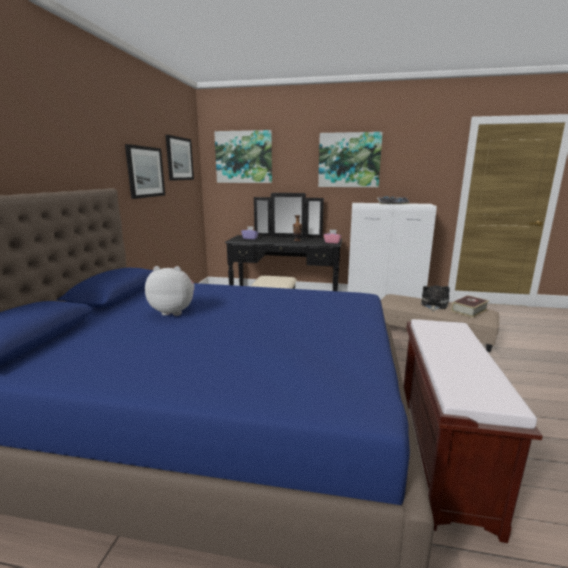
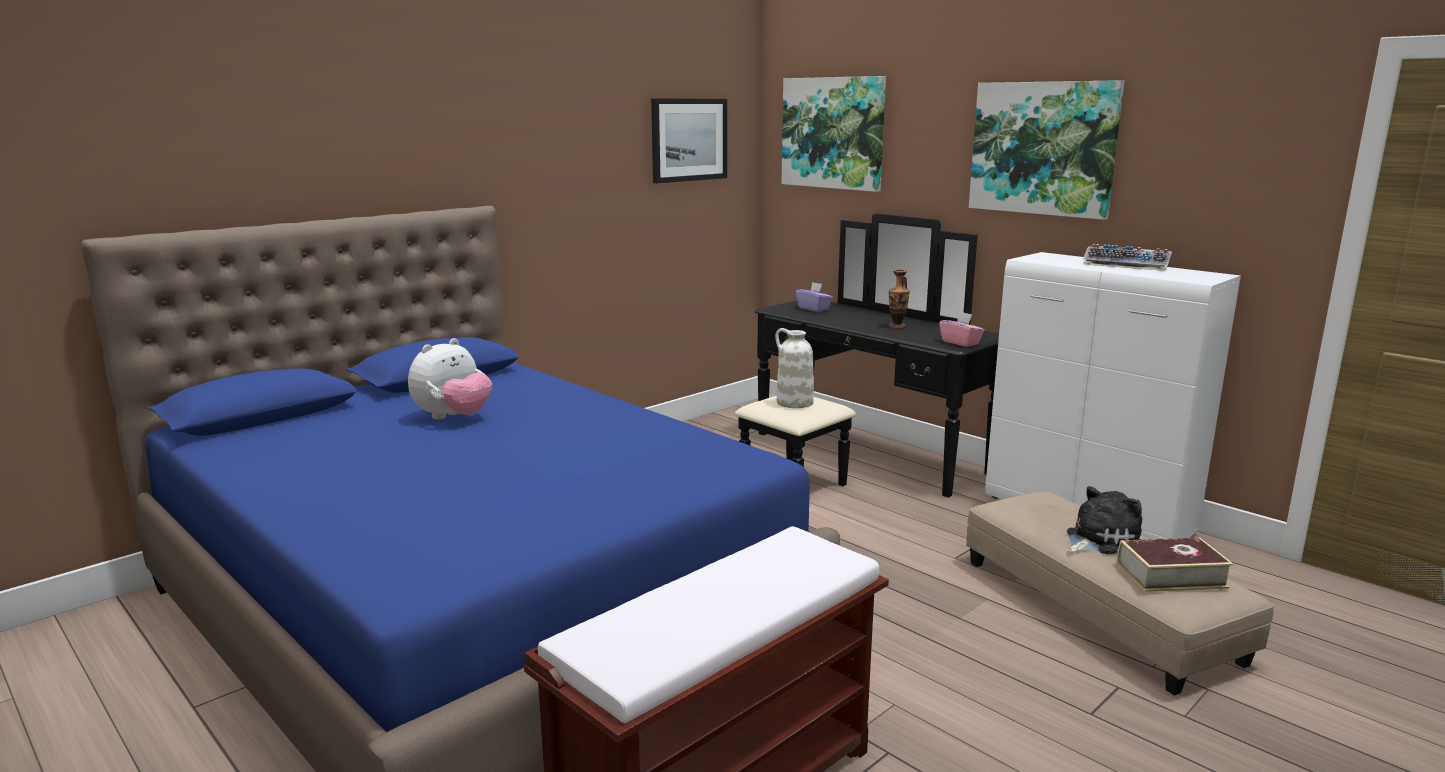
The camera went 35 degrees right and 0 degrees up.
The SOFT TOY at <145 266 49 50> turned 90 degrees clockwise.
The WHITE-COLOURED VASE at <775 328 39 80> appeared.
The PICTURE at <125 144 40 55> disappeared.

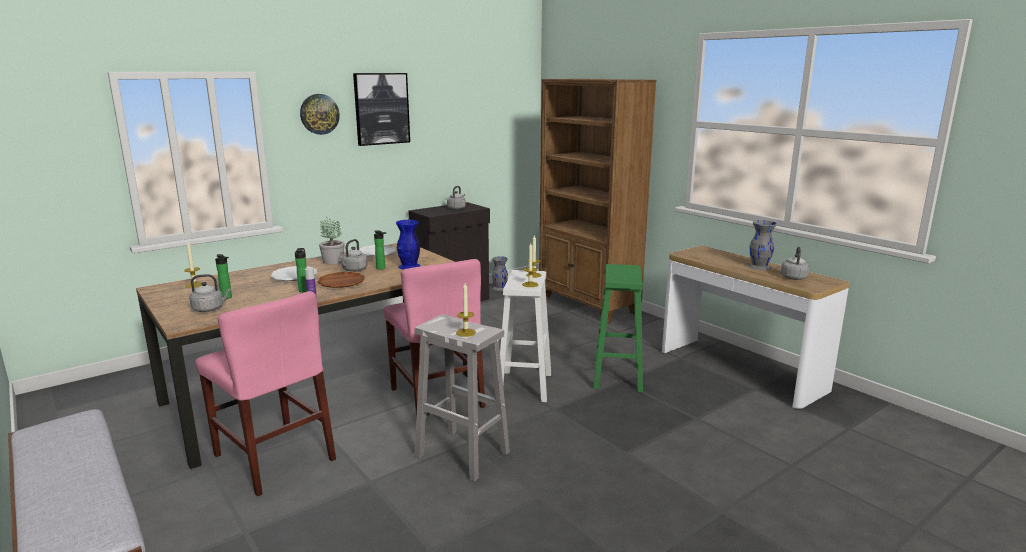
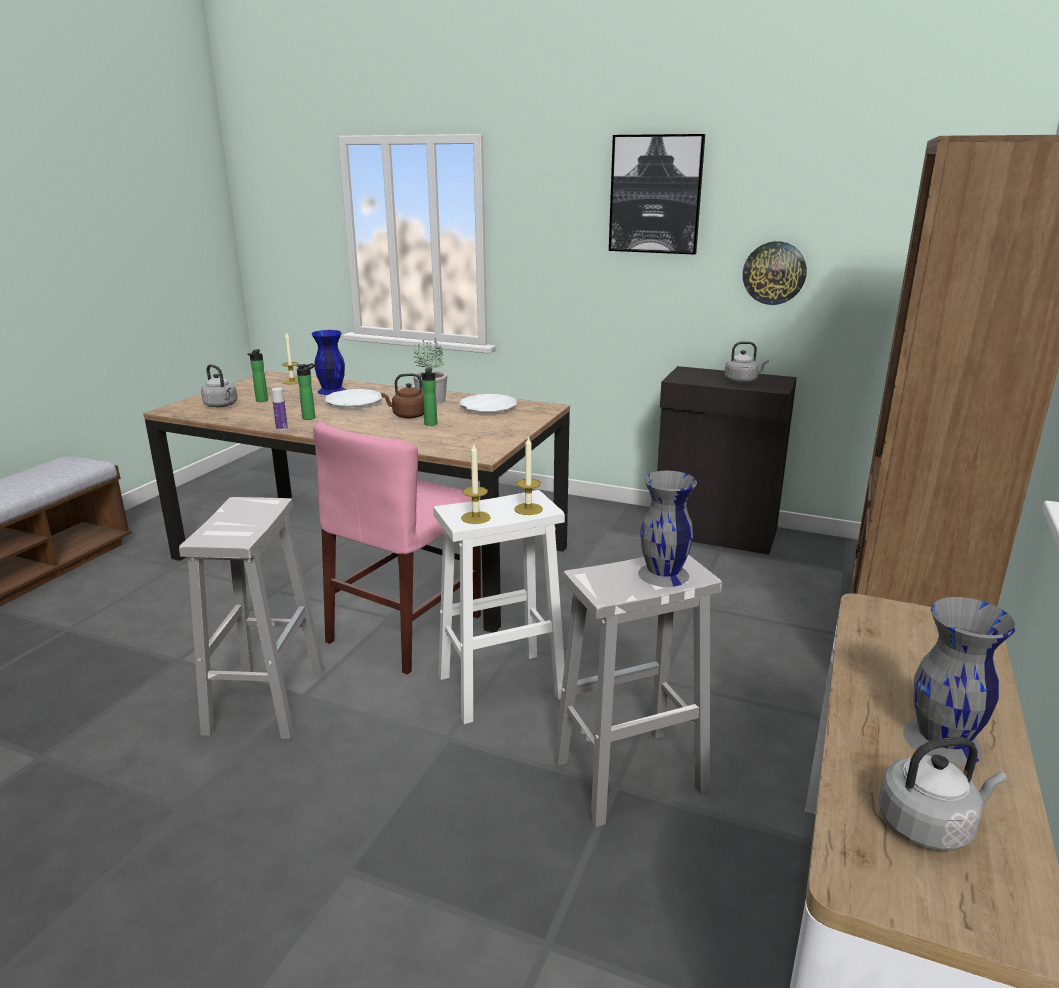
The camera went 60 degrees right and 5 degrees up.
The BLUISH VASE moved from <396 220 25 50> to <311 330 36 65>.
The GREY KETTLE at <339 239 29 33> became the BROWNISH KETTLE at <382 373 42 45>.
The GREEN STOOL SEAT at <593 264 50 128> became the WHITE-COLOURED STOOL SEAT at <554 555 168 272>.
The GREY VASE moved from <492 256 16 35> to <638 471 59 116>.
The WALL CLOCK moved from <300 94 40 41> to <743 241 64 64>.
The PINK PLAIN CHAIR at <195 291 141 205> disappeared.
The BROWNISH FLAT DISH at <318 272 47 16> disappeared.
The CANDLE at <456 283 20 54> disappeared.

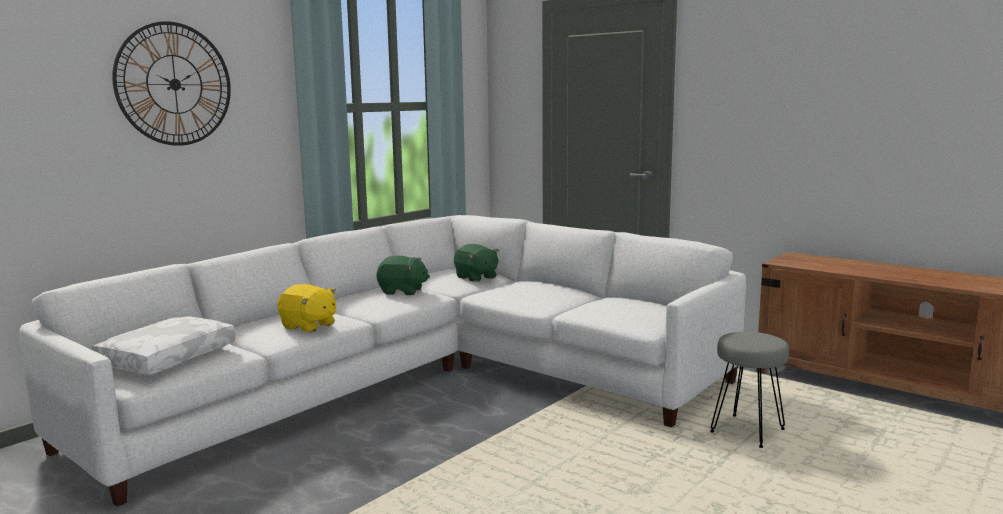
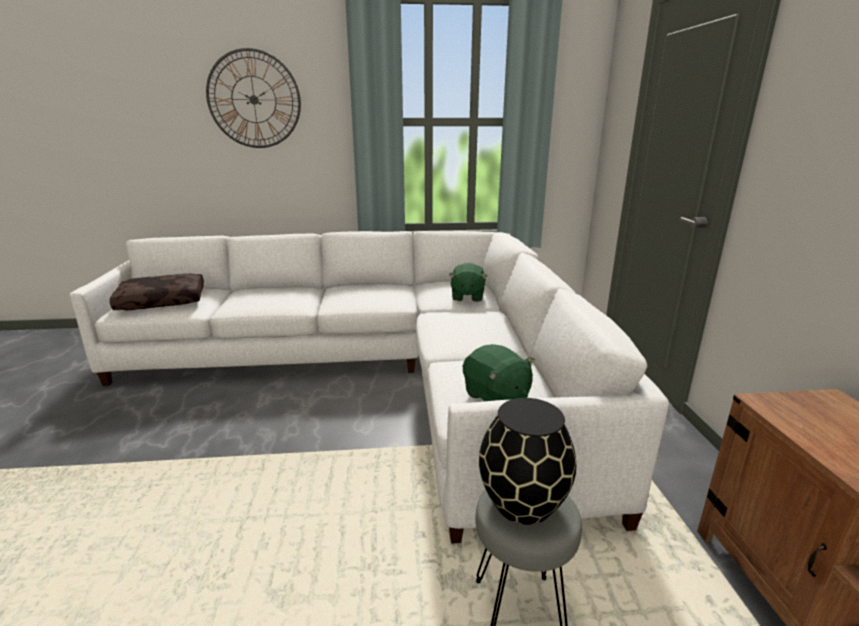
The camera went 45 degrees right and 10 degrees up.
The WHITE-COLOURED PILLOW at <92 316 144 58> became the BROWNISH PILLOW at <110 274 94 36>.
The GREEN SOFT TOY moved from <376 256 54 39> to <463 344 72 57>.
The BLACKISH VASE at <479 398 97 127> appeared.
The YELLOW-COLOURED SOFT TOY at <277 284 59 48> disappeared.

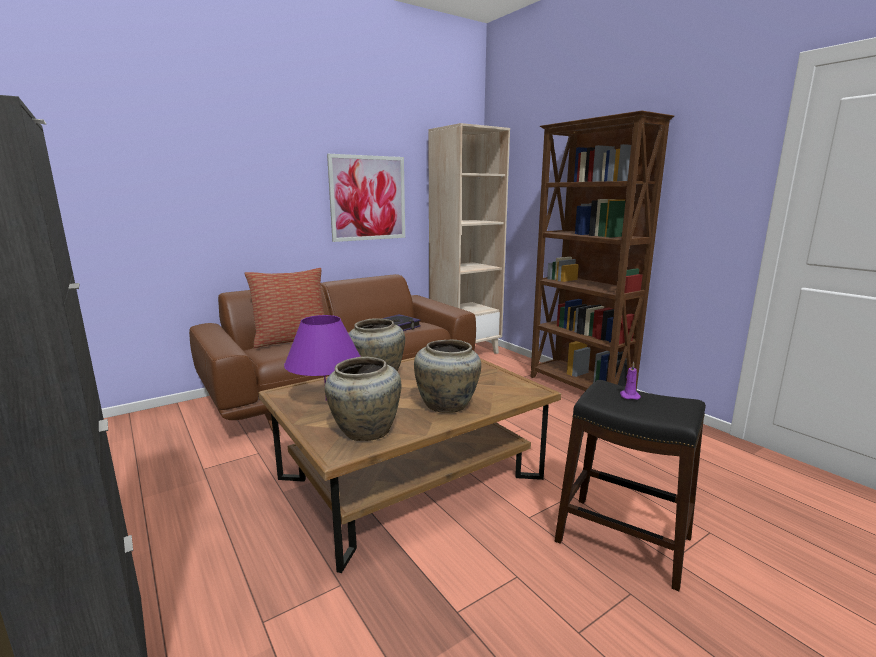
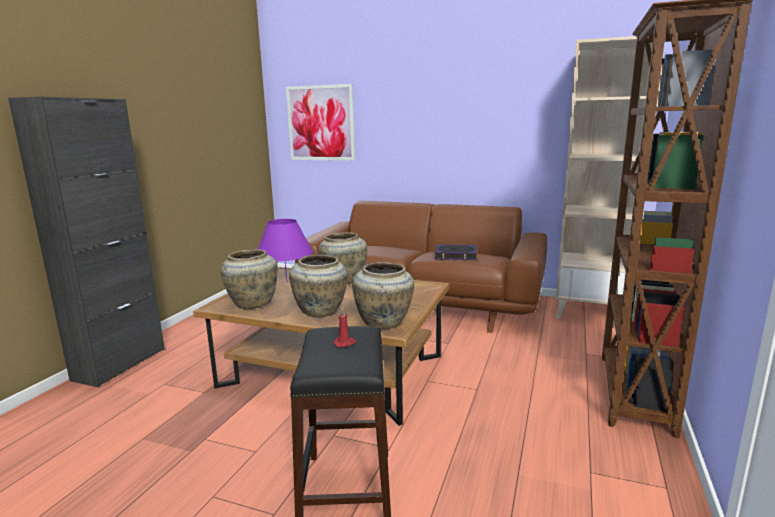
The camera went 55 degrees right and 0 degrees up.
The PICTURE moved from <327 154 78 88> to <286 84 69 77>.
The PURPLISH CANDLE at <620 362 21 38> became the RED CANDLE at <333 308 23 39>.
The BEIGE-COLOURED VASE at <352 262 62 67> appeared.
The PILLOW at <244 268 80 80> disappeared.

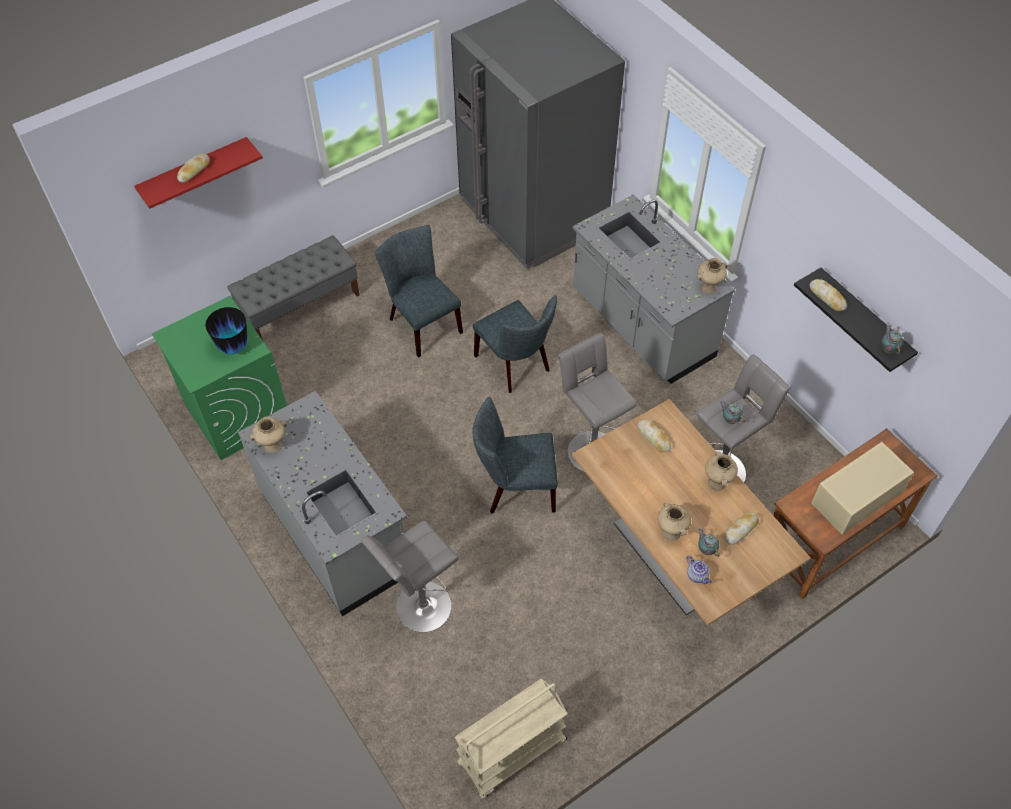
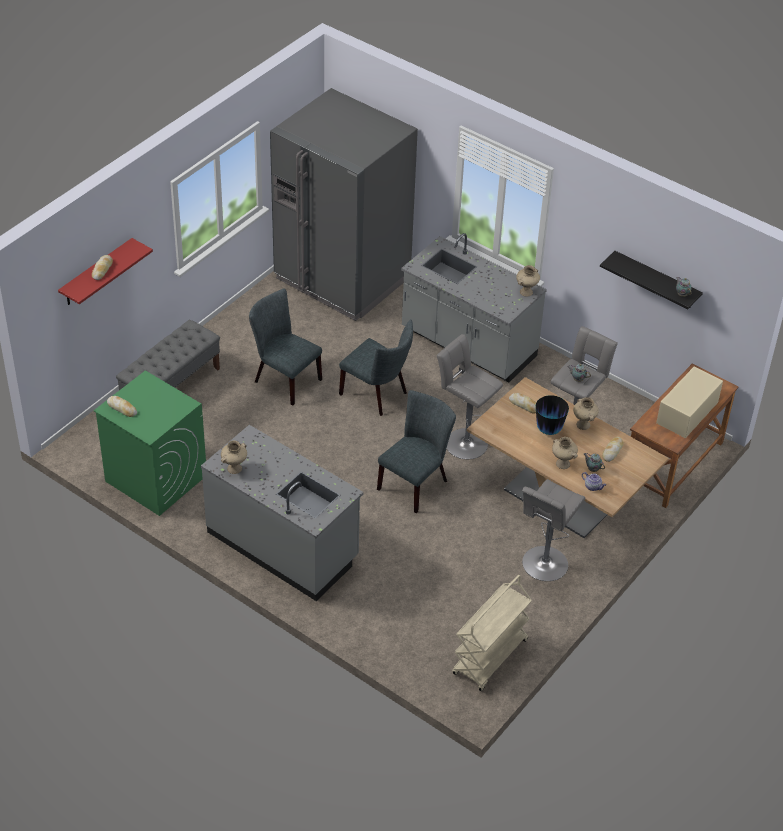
The camera went 20 degrees left and 10 degrees down.
The BAKERY BREAD moved from <809 279 38 32> to <107 396 30 21>.
The GREY PLAIN CHAIR at <473 397 85 116> turned 150 degrees clockwise.
The GREY STOOL SEAT moved from <361 520 98 112> to <522 479 63 102>.
The VASE moved from <205 307 43 48> to <536 395 33 40>.

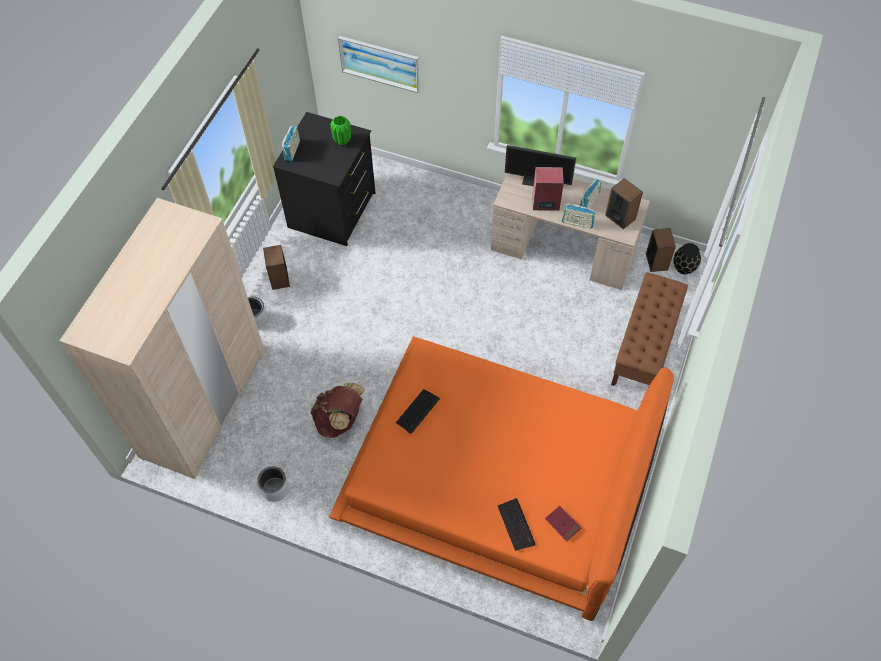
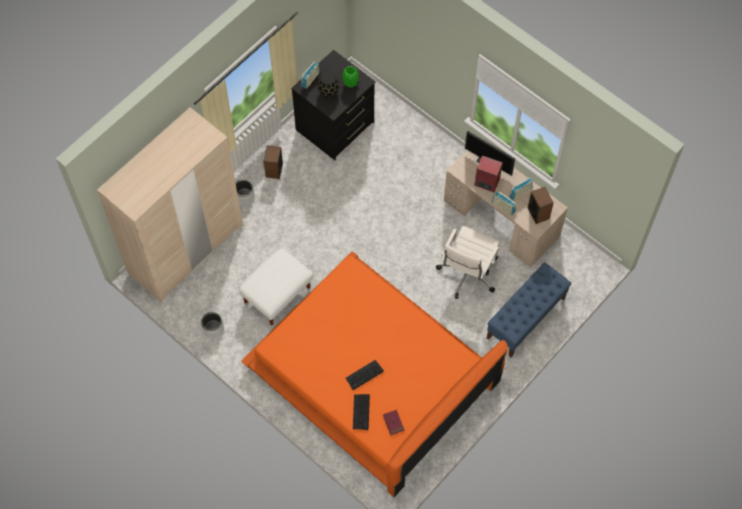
The camera went 20 degrees right and 5 degrees up.
The BROWNISH RUCKSACK at <310 382 55 56> was replaced by the WHITE-COLOURED POUFFE at <239 248 74 77>.
The BLACKISH VASE moved from <673 243 28 31> to <317 72 22 26>.
The KEYBOARD moved from <396 389 44 45> to <346 360 38 30>.
The WHITE-COLOURED COMPUTER CHAIR at <436 226 64 73> appeared.
The BROWNISH LONG SEAT at <611 273 77 113> became the BLUISH LONG SEAT at <487 262 85 95>.
The PICTURE at <338 36 82 57> disappeared.
The AUDIO SPEAKER at <646 228 30 44> disappeared.

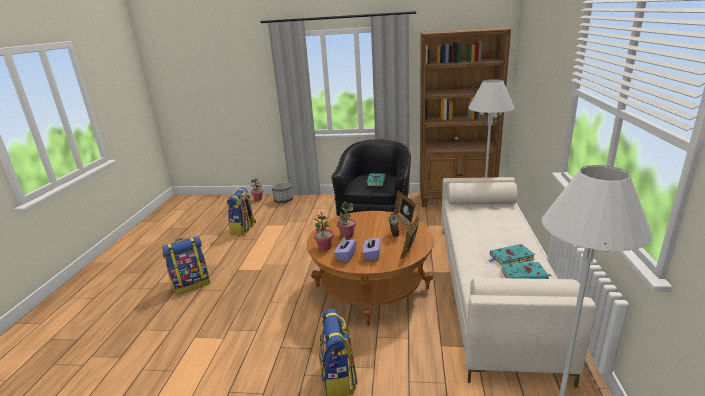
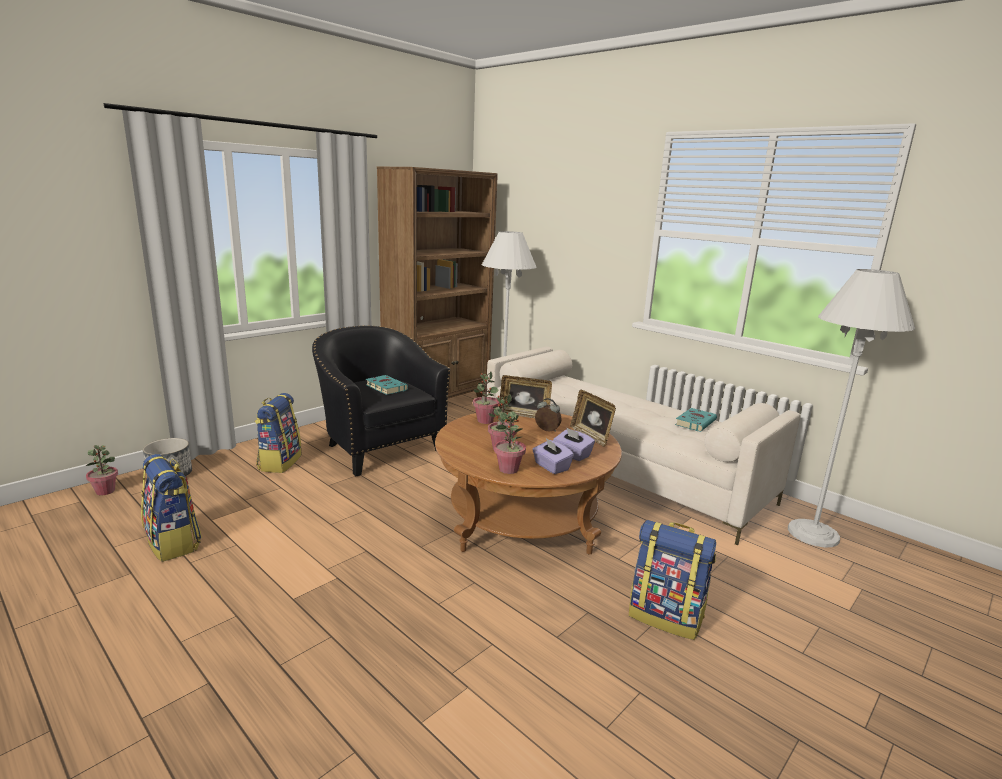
The camera went 55 degrees left and 5 degrees down.
The RUCKSACK moved from <162 236 48 59> to <255 393 47 80>.
The HOUSEPLANT at <473 372 26 52> appeared.
The TURQUOISE-COLOURED VOLUME at <488 244 47 20> disappeared.

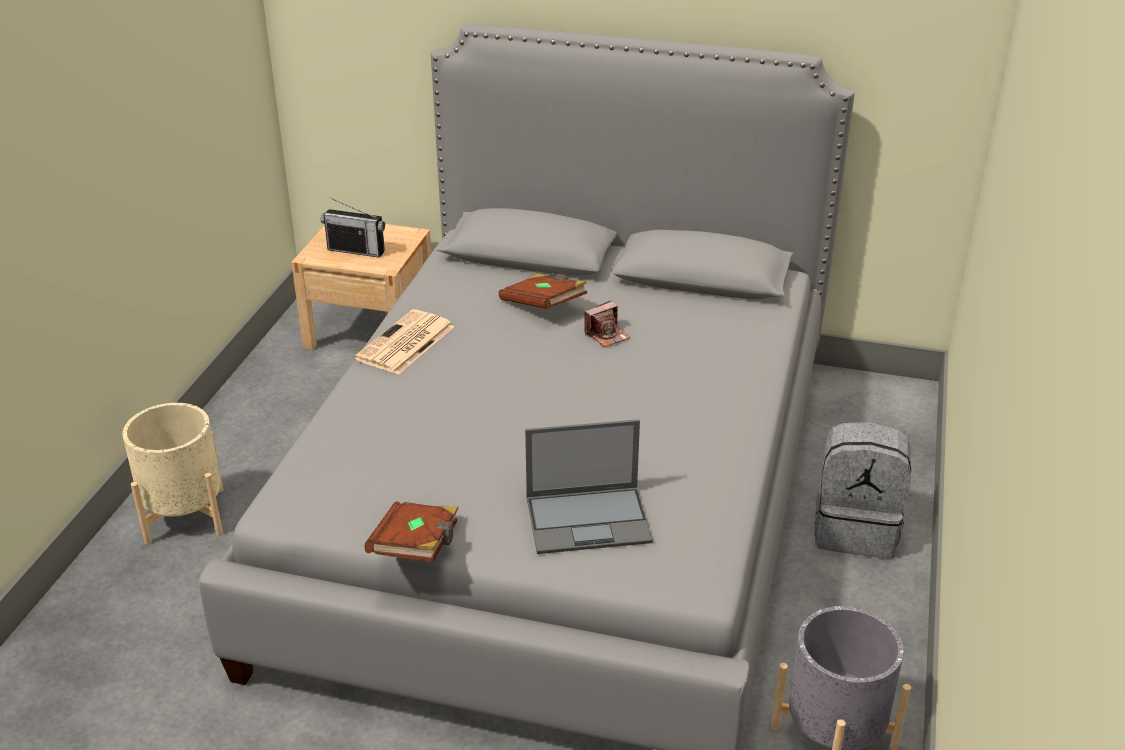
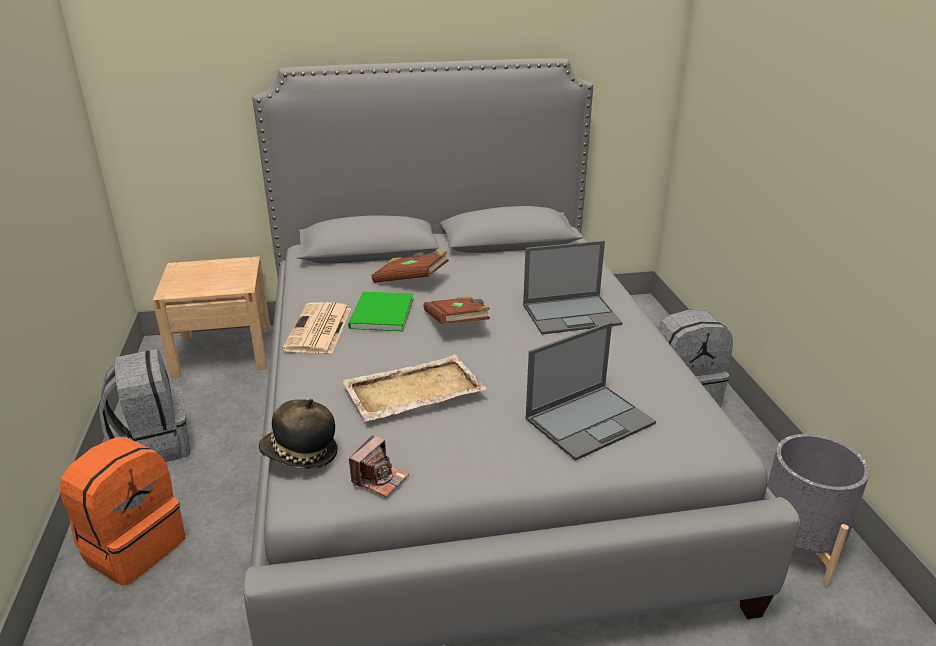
The camera went 25 degrees left and 5 degrees down.
The BEIGE-COLOURED FLOWER POT at <123 403 101 142> was replaced by the ORANGE RUCKSACK at <60 437 126 149>.
The GREY RUCKSACK at <99 349 91 113> appeared.
The CLOTHING HAT at <258 399 80 70> appeared.
The BEIGE-COLOURED TRAY at <342 355 144 67> appeared.
The GREEN VOLUME at <348 292 65 39> appeared.
The STILL CAMERA moved from <584 301 46 46> to <349 435 60 62>.
The BROWNISH VOLUME moved from <365 501 94 61> to <424 296 66 28>.
The PORTABLE COMPUTER at <523 241 99 94> appeared.
The RADIO RECEIVER at <321 197 64 61> disappeared.

